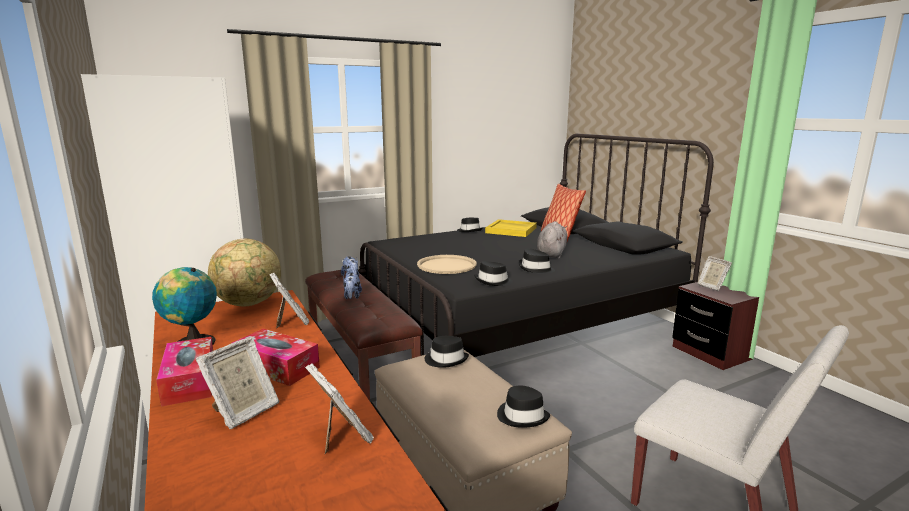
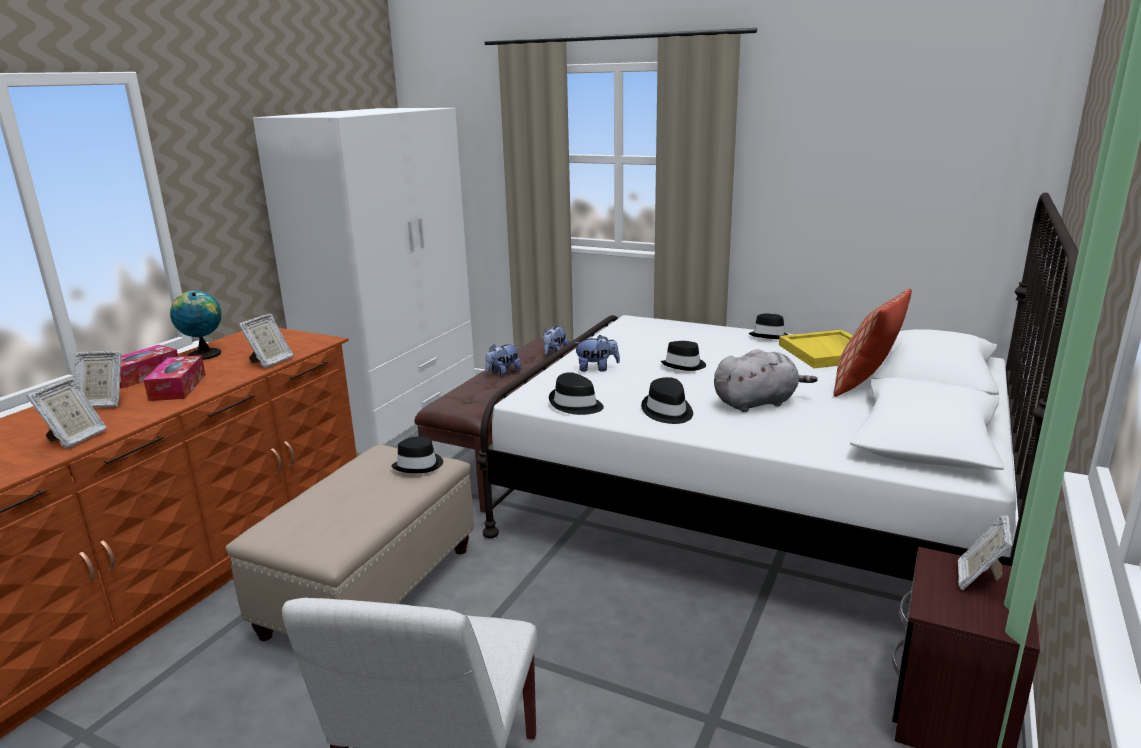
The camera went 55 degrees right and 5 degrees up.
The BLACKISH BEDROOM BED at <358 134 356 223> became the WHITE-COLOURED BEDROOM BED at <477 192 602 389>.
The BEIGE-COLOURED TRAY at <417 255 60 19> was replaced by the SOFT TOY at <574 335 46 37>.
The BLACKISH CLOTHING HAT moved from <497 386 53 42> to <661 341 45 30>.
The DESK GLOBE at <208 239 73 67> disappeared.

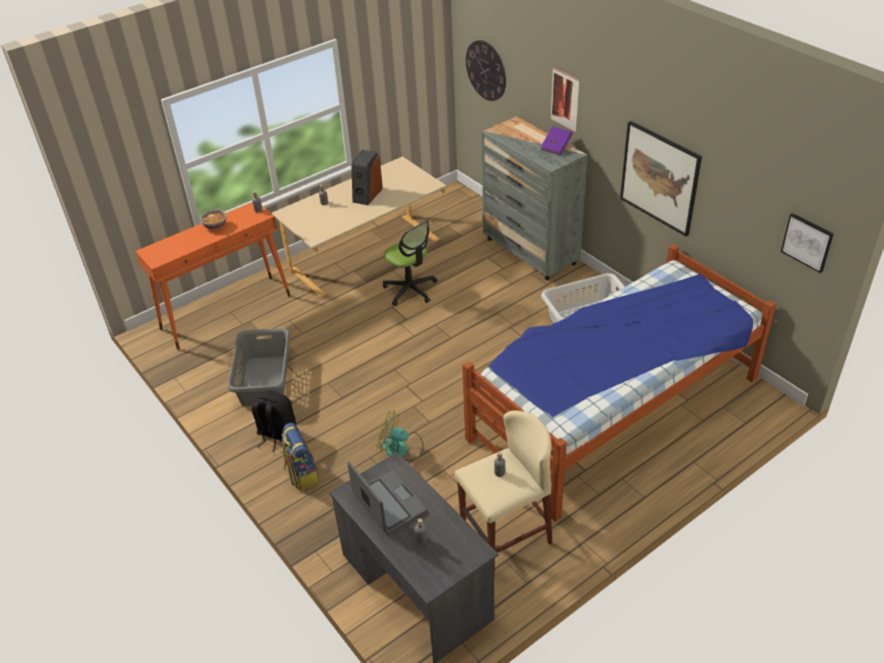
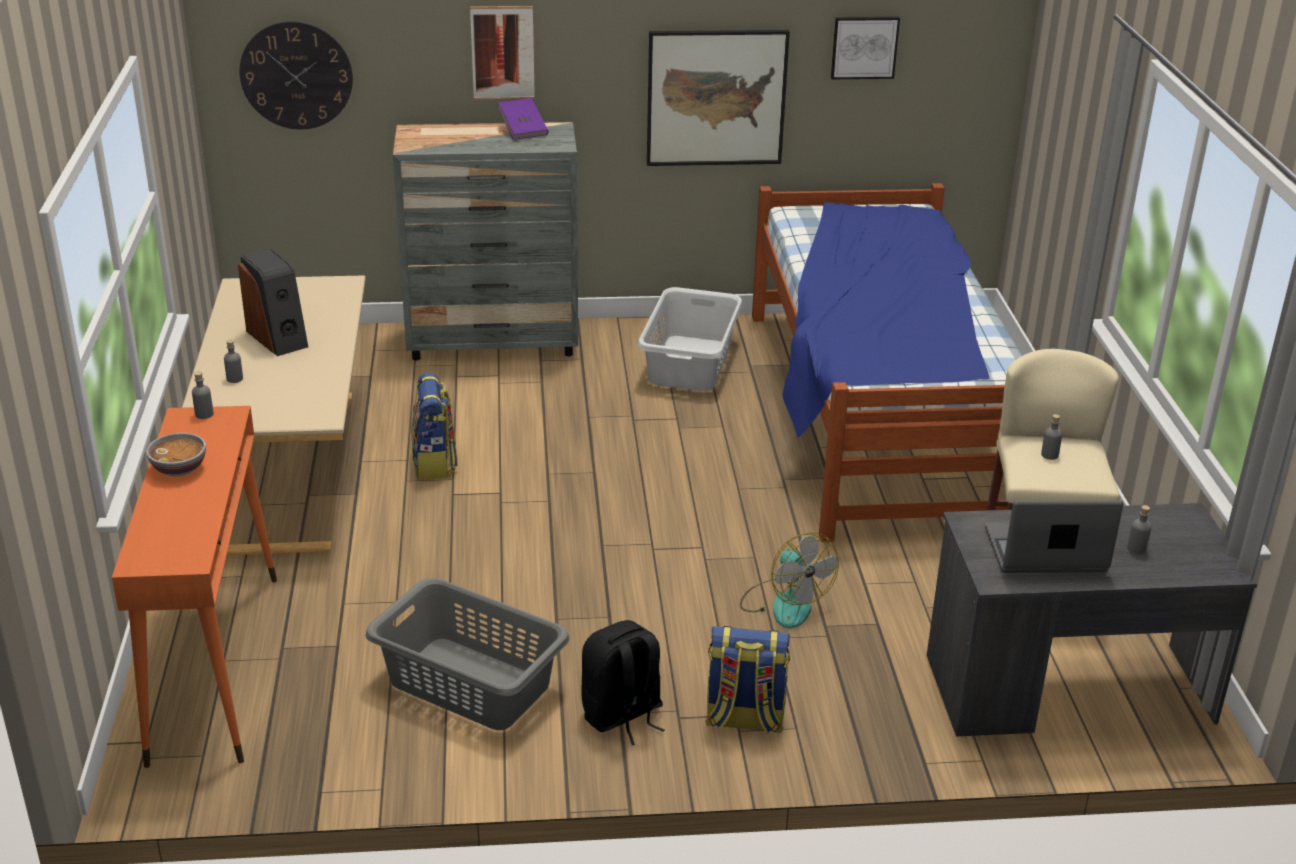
The camera went 60 degrees left and 10 degrees down.
The COMPUTER CHAIR at <383 220 54 86> was replaced by the RUCKSACK at <411 372 47 108>.
The ELECTRIC FAN at <377 410 47 51> turned 75 degrees counterclockwise.
The PICTURE moved from <781 213 53 60> to <831 16 69 63>.

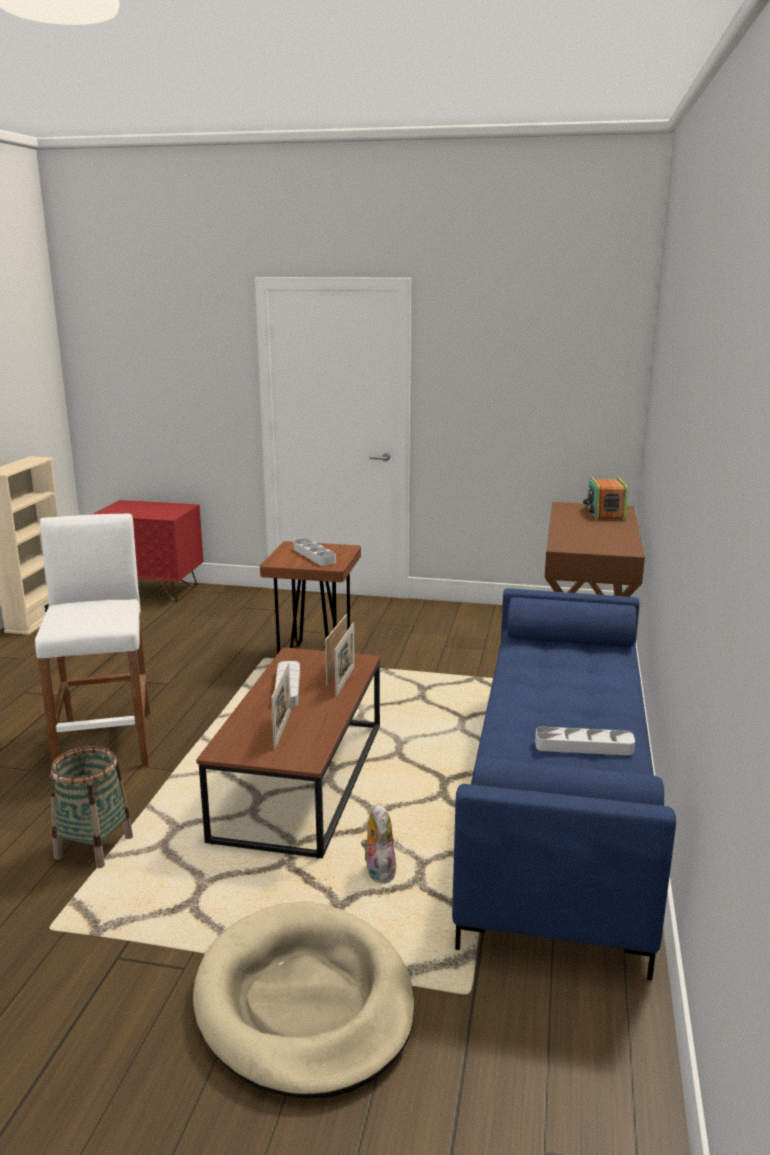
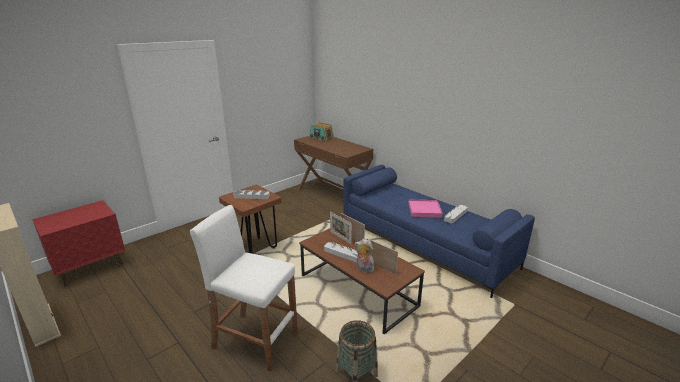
The camera went 55 degrees left and 5 degrees up.
The SOFT TOY moved from <361 803 35 81> to <355 239 19 34>.
The PINK TRAY at <408 200 35 17> appeared.
The BEIGE-COLOURED DOG BED at <193 901 222 197> disappeared.

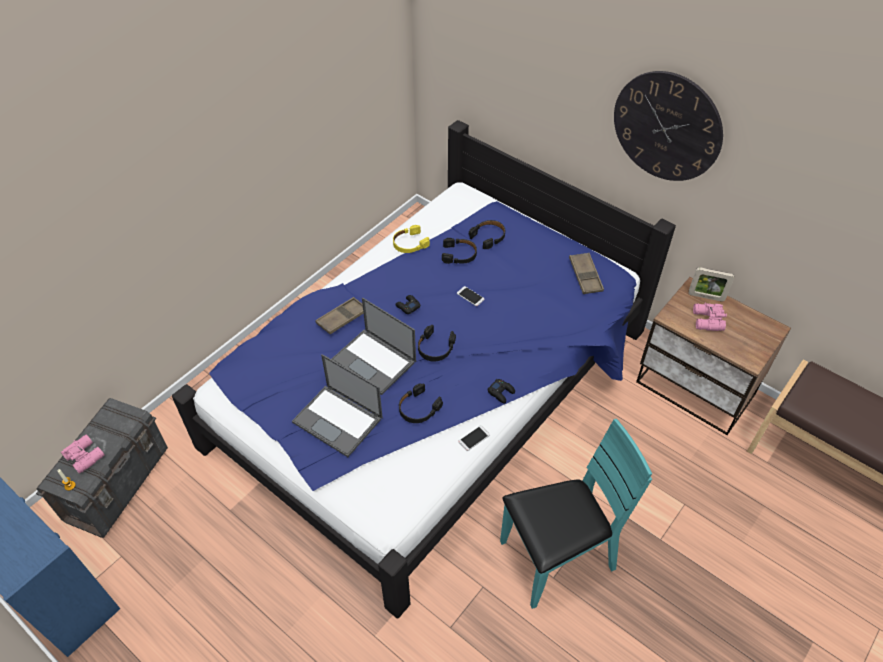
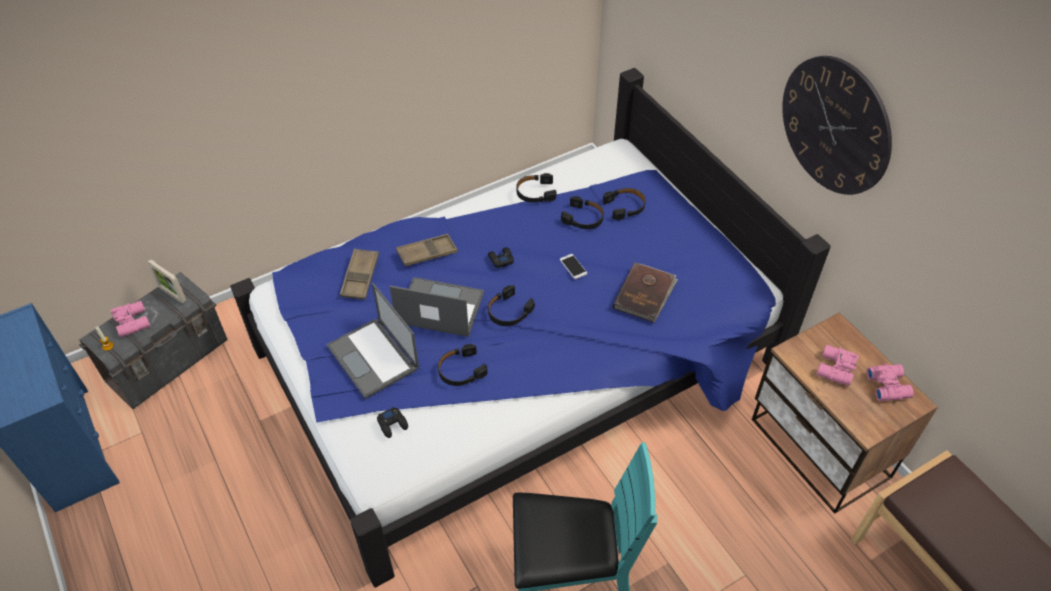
The camera went 20 degrees right and 0 degrees up.
The PICTURE FRAME moved from <689 267 45 34> to <147 259 40 45>.
The BROWNISH TRAY moved from <569 253 35 41> to <340 248 39 52>.
The BLACKISH GAME CONTROLLER moved from <488 379 27 25> to <377 407 31 31>.
The PORTABLE COMPUTER at <332 297 84 98> turned 135 degrees clockwise.
The YELLOW-COLOURED HEADSET at <393 225 37 28> became the BLACKISH HEADSET at <516 173 40 30>.
The BROWNISH VOLUME at <613 262 65 61> appeared.
The PINK FIELD GLASSES at <867 363 47 38> appeared.
The PHONE at <458 425 32 26> disappeared.

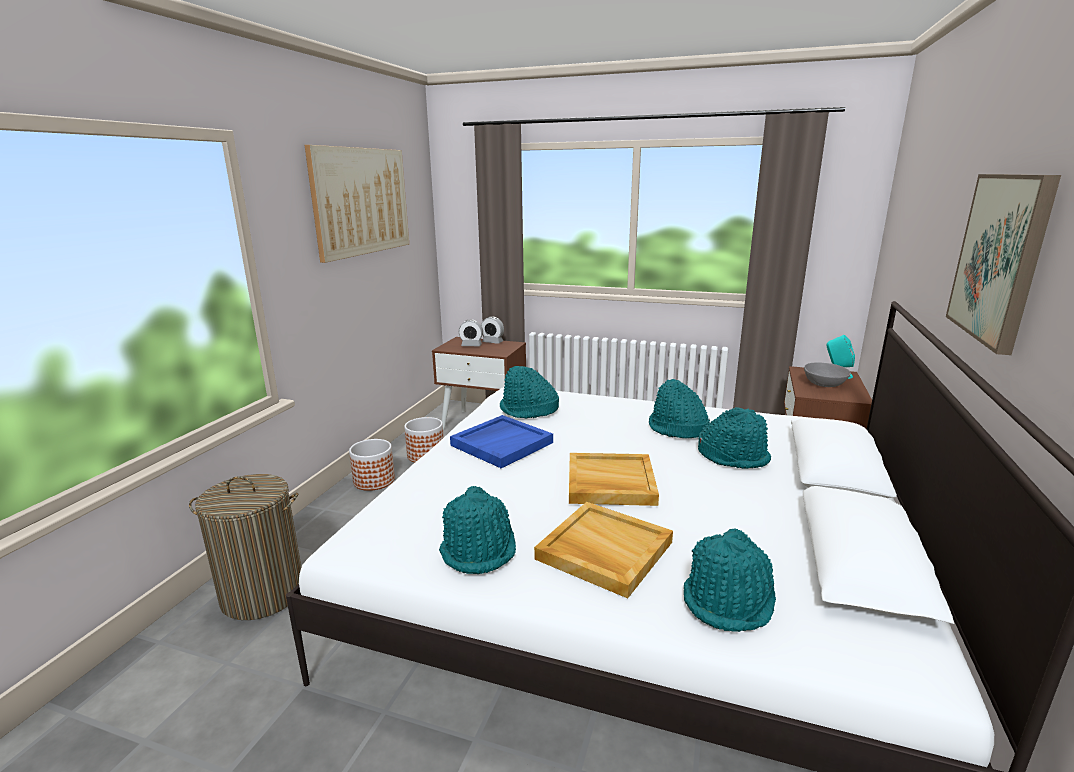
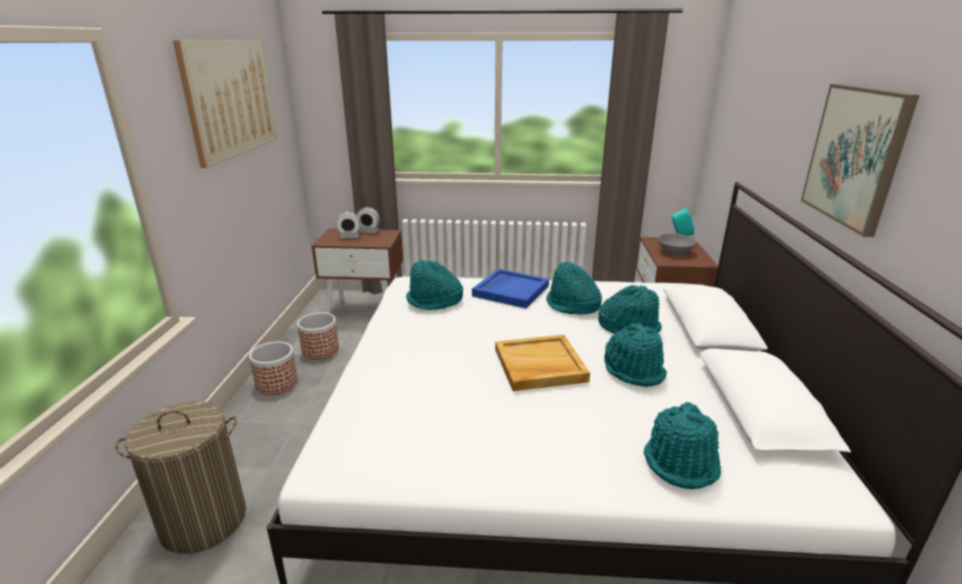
The camera went 15 degrees left and 5 degrees up.
The BLUISH TRAY moved from <450 415 103 53> to <472 269 77 39>.
The TURQUOISE-COLOURED CLOTHING HAT moved from <439 486 77 88> to <604 322 63 65>.
The BEIGE-COLOURED TRAY at <534 502 139 96> disappeared.

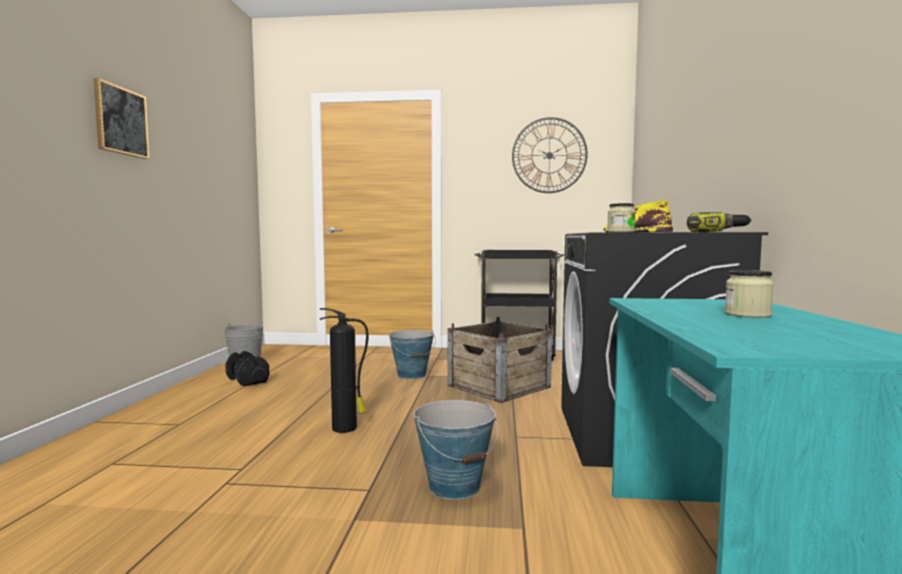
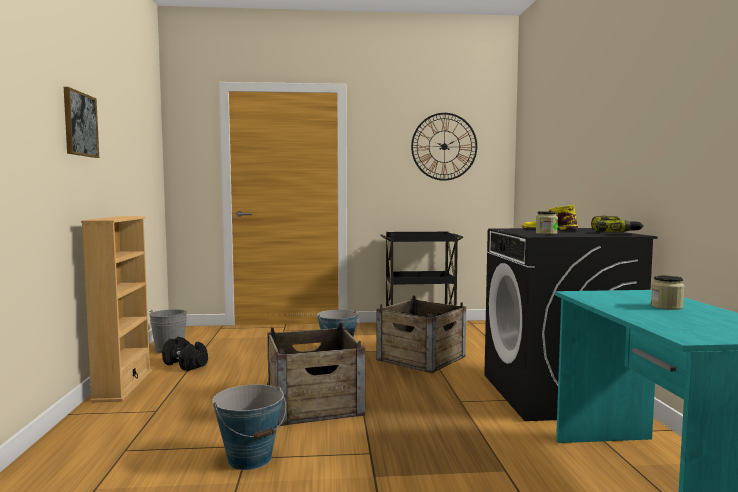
The camera went 10 degrees left and 0 degrees up.
The BEIGE-COLOURED BOOKSHELF at <81 216 71 186> appeared.
The PAIL moved from <414 400 84 100> to <212 384 74 86>.
The EXTINGUISHER at <320 308 49 125> was replaced by the SHIPPING CRATE at <267 323 98 103>.

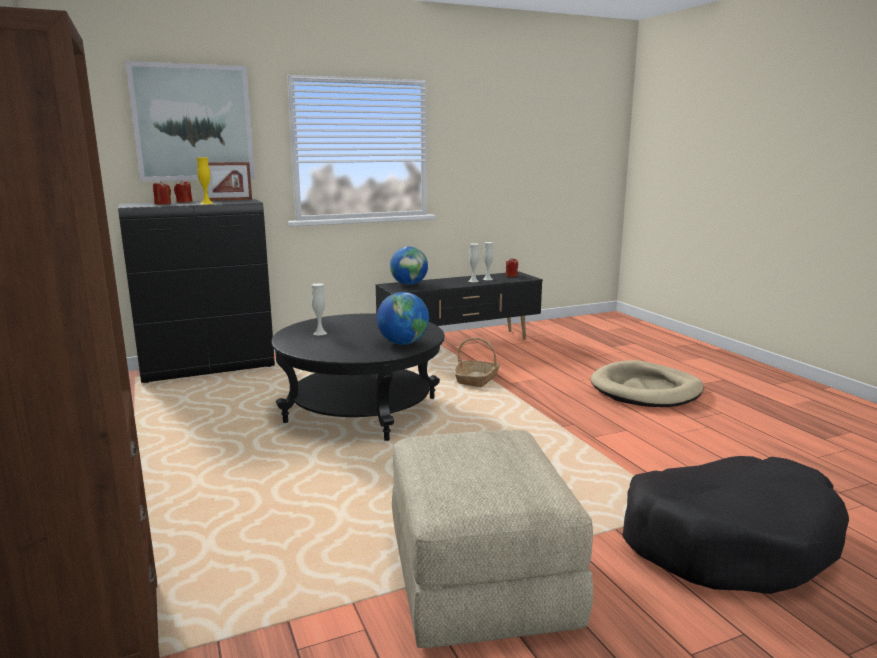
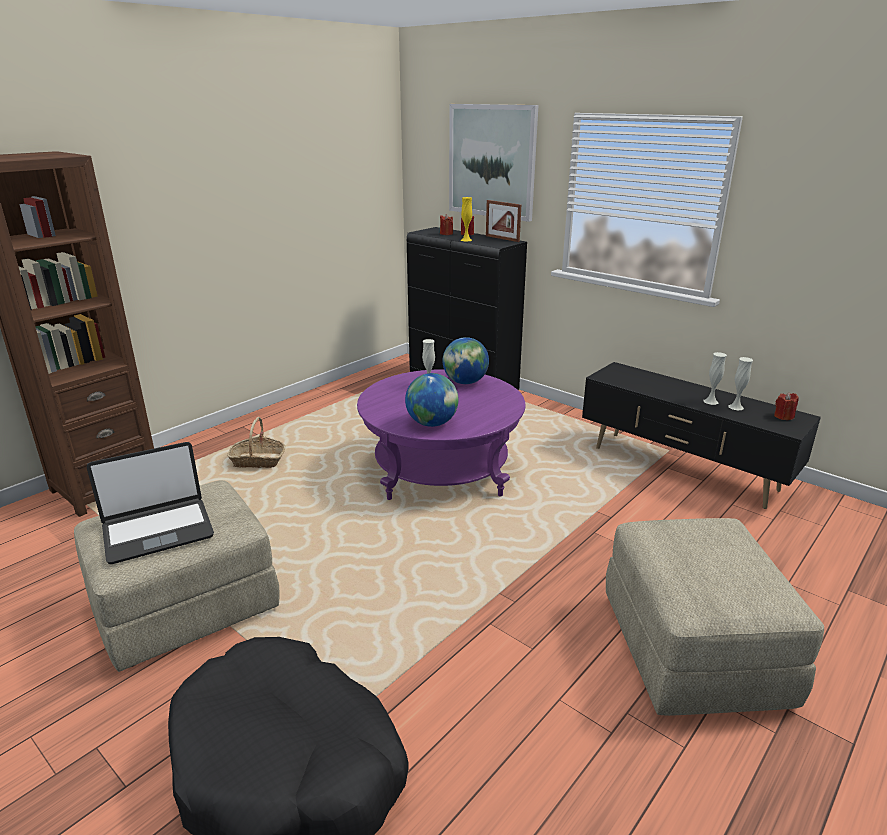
The camera went 65 degrees right and 10 degrees up.
The PORTABLE COMPUTER at <87 442 127 122> appeared.
The STORAGE BASKET moved from <454 338 46 49> to <227 417 58 51>.
The BLACKISH COFFEE TABLE at <271 313 174 128> became the PURPLISH COFFEE TABLE at <357 369 169 131>.
The DESK GLOBE moved from <390 247 38 38> to <443 337 46 47>.
The BEIGE-COLOURED DOG BED at <591 360 113 47> was replaced by the BEIGE-COLOURED POUFFE at <606 518 218 198>.

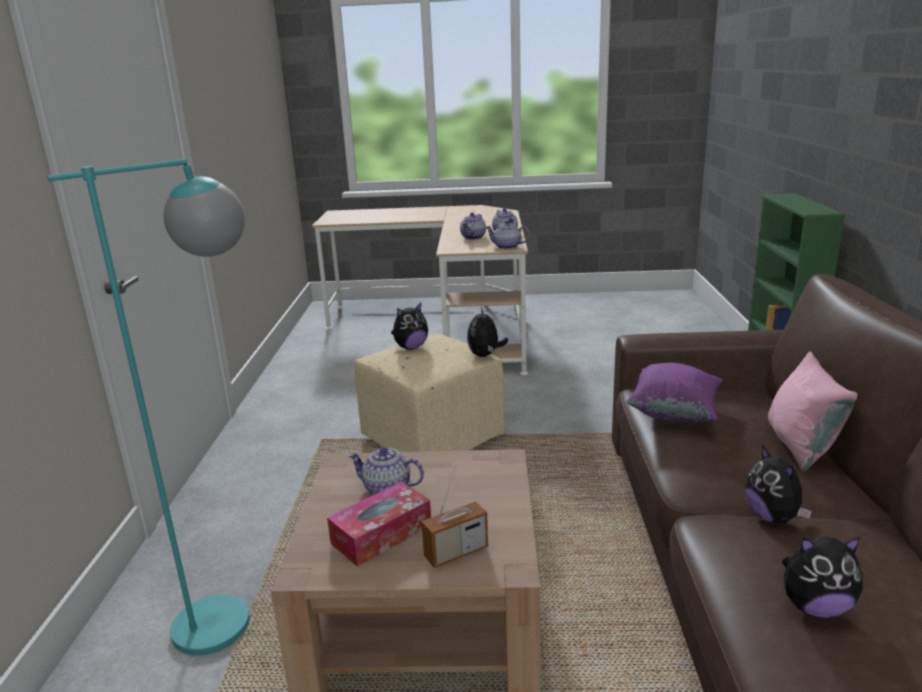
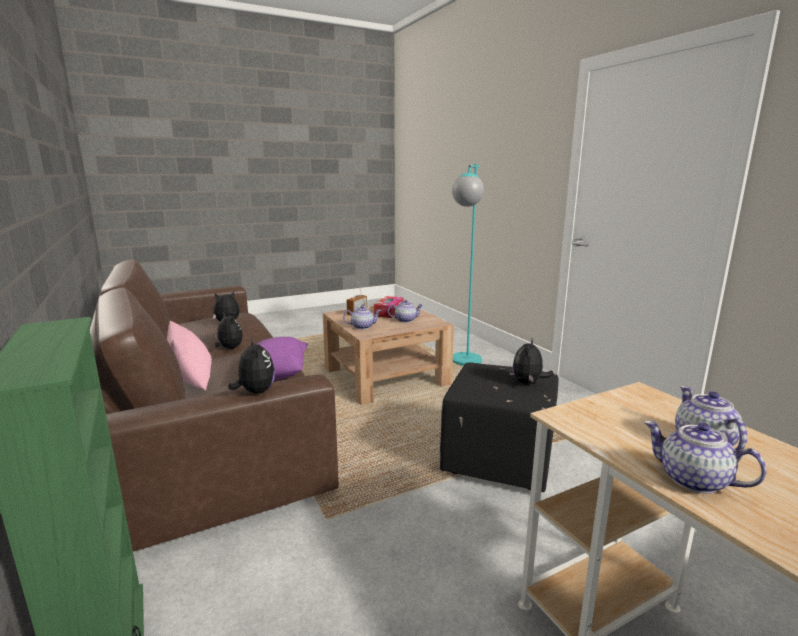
The camera went 150 degrees right and 5 degrees down.
The SOFT TOY moved from <467 307 41 50> to <228 337 47 57>.
The TEA POT moved from <485 220 45 29> to <343 305 38 24>.
The BEIGE-COLOURED POUFFE at <355 334 150 118> became the BLACKISH POUFFE at <440 362 118 130>.

